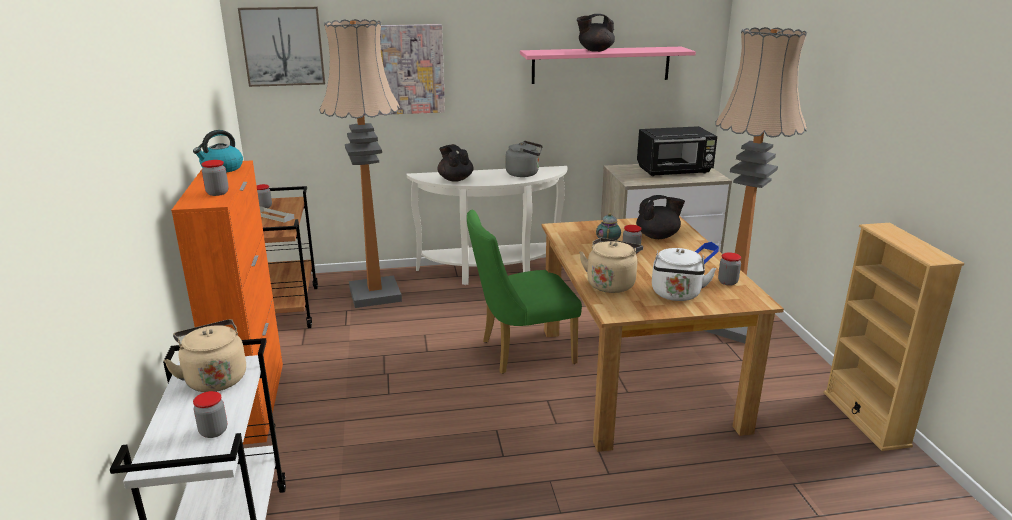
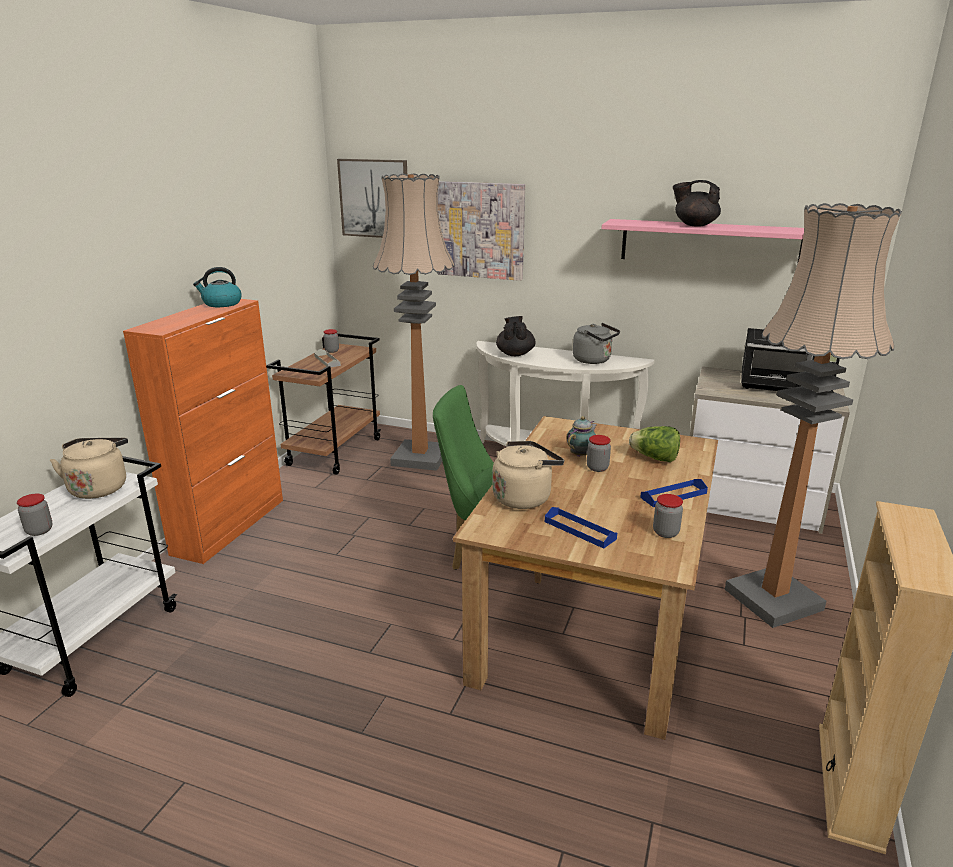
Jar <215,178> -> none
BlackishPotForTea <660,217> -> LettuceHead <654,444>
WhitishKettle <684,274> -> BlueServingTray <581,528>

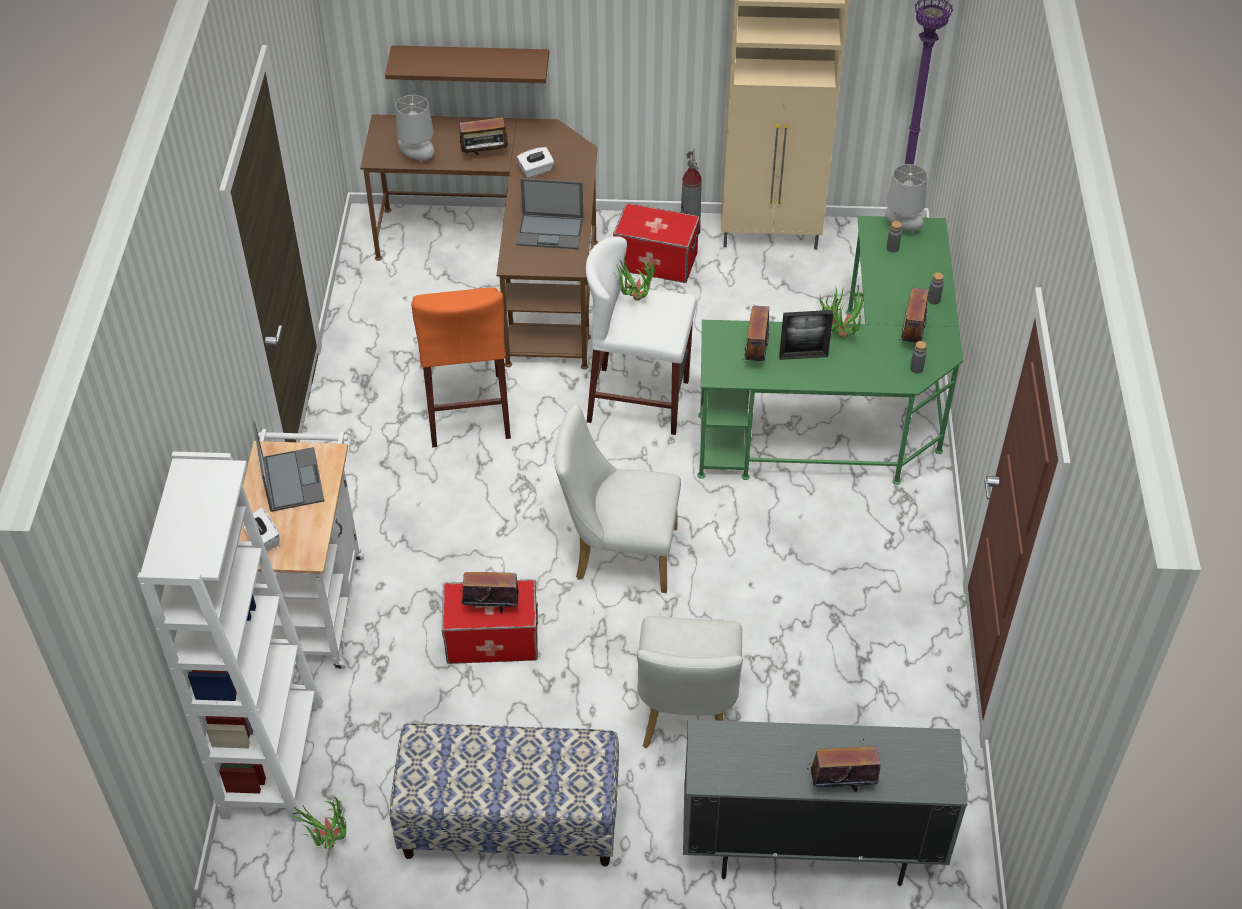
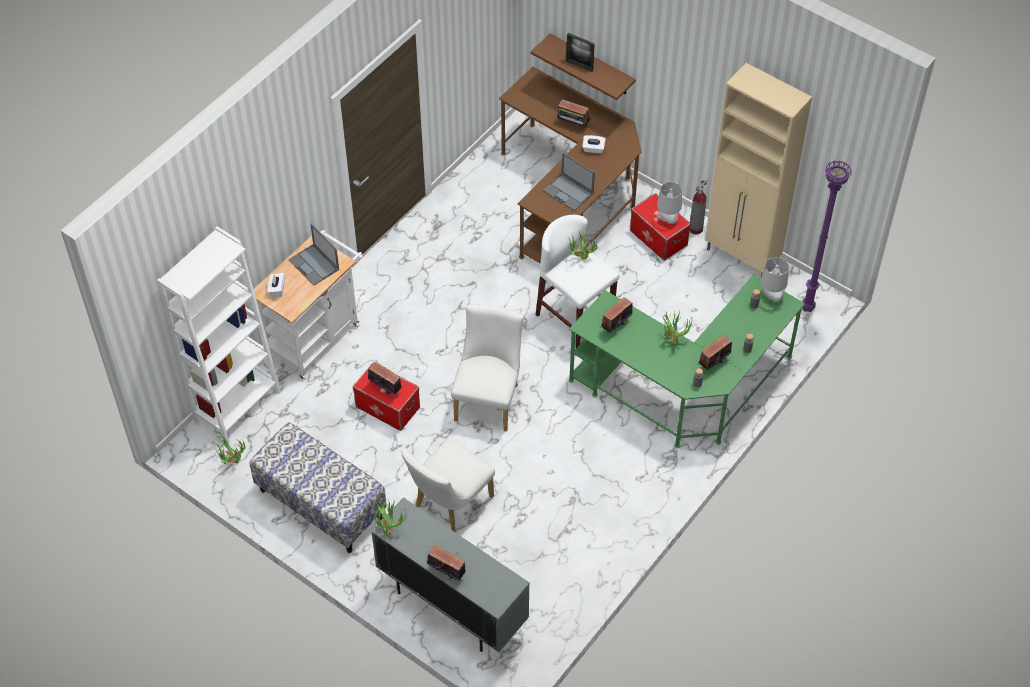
OrangeyStoolSeat <461,367> -> none
none -> Houseplant <391,517>
GrayLampForATable <415,129> -> GrayLampForATable <669,203>, moved
PhotoFrame <806,335> -> PhotoFrame <580,52>, moved
NotebookComputer <288,466> -> NotebookComputer <314,255>, 120 degrees clockwise
WhitishUprightChair <617,498> -> WhitishUprightChair <487,368>, 60 degrees clockwise

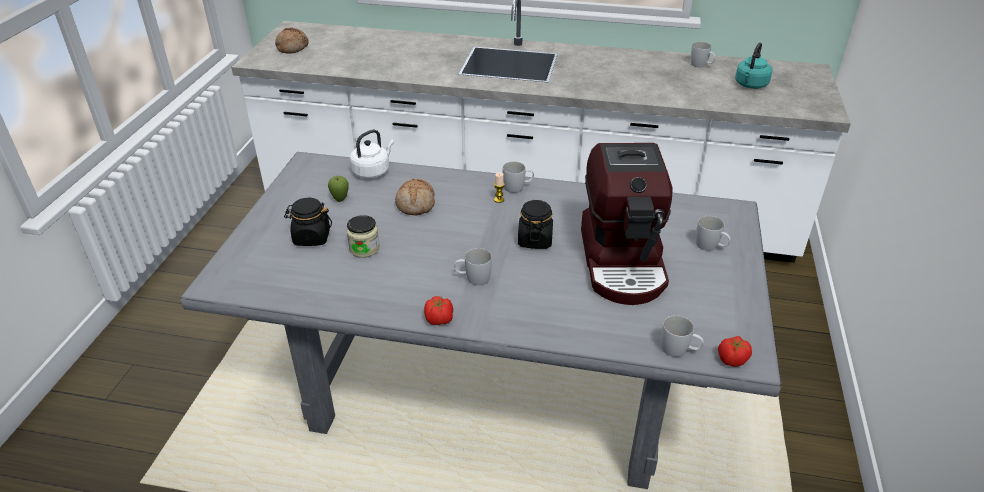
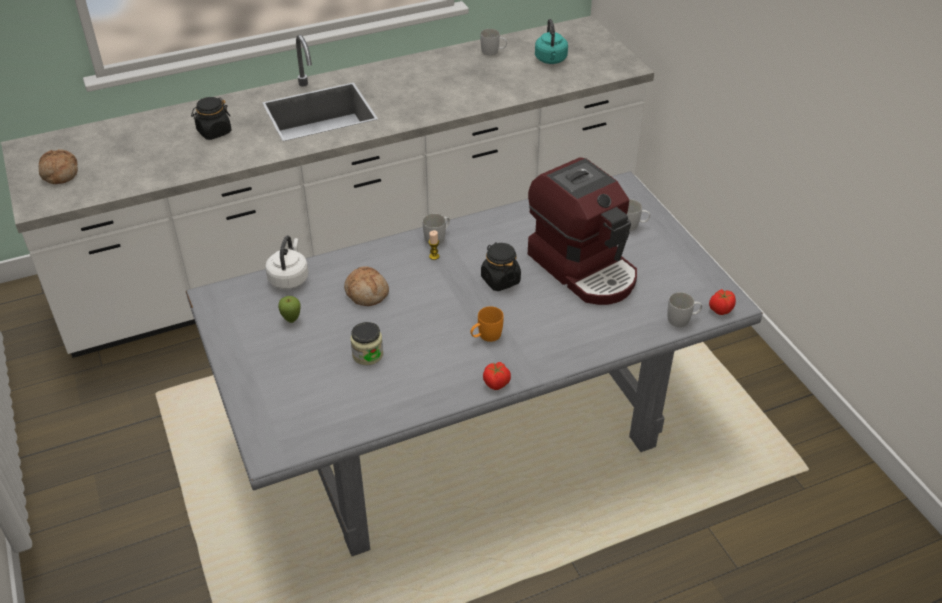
BlackishJar <308,222> -> BlackishJar <211,118>, moved
WhitishCoffeeMug <473,266> -> OrangeyCoffeeMug <487,324>

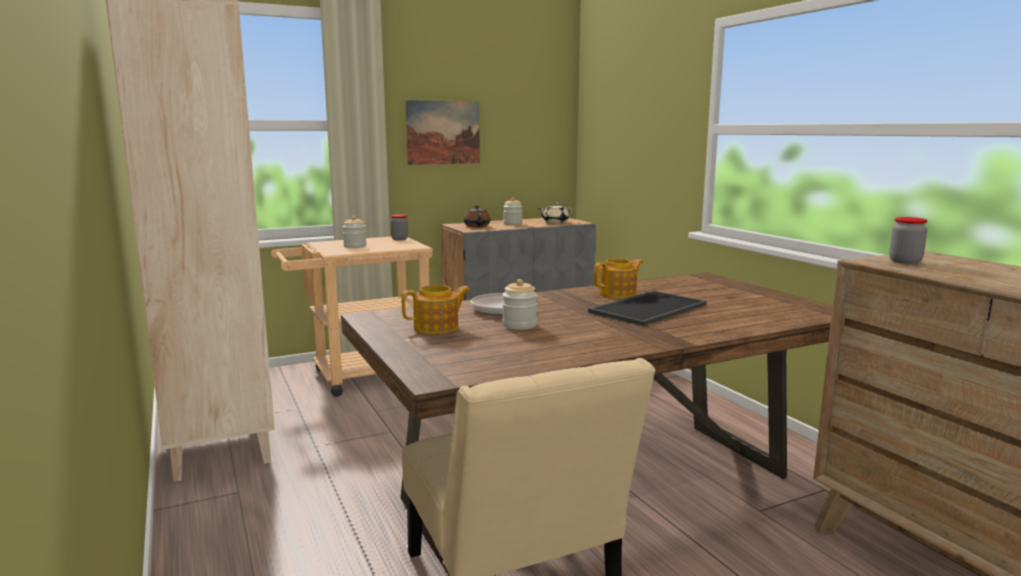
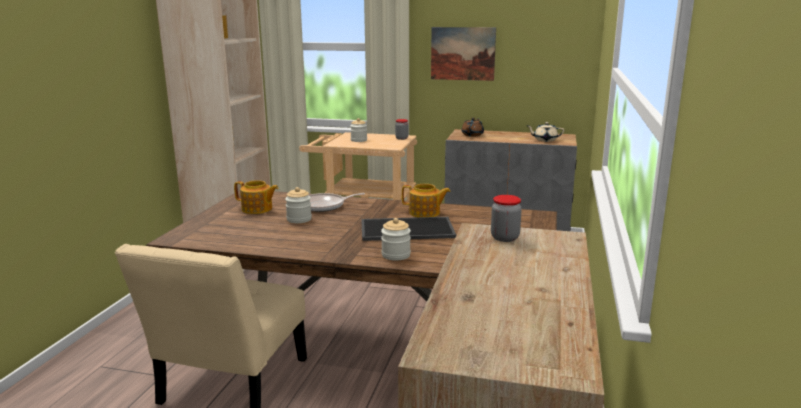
Jar <513,211> -> Jar <396,239>, moved

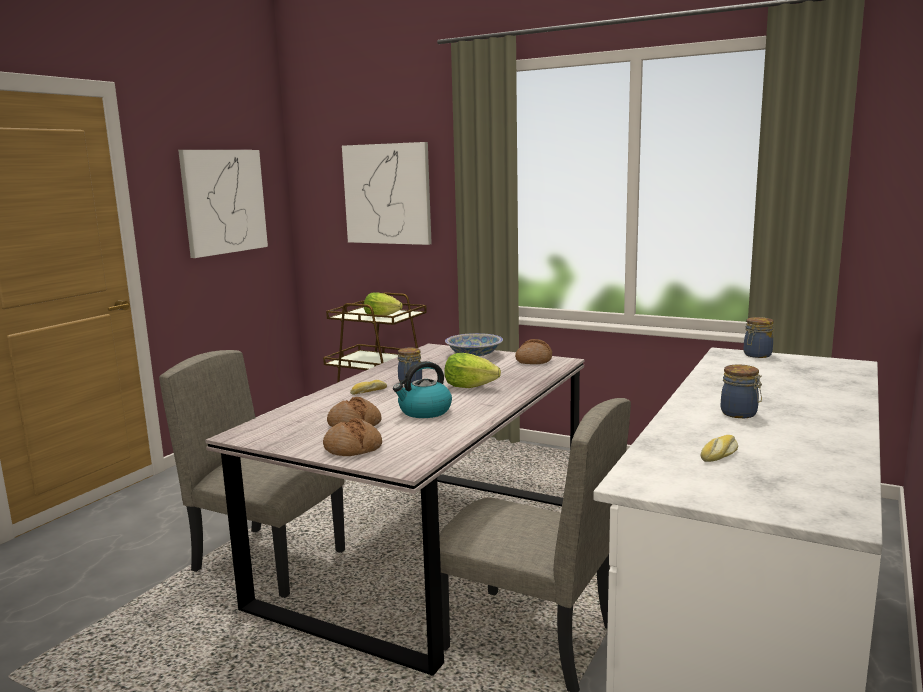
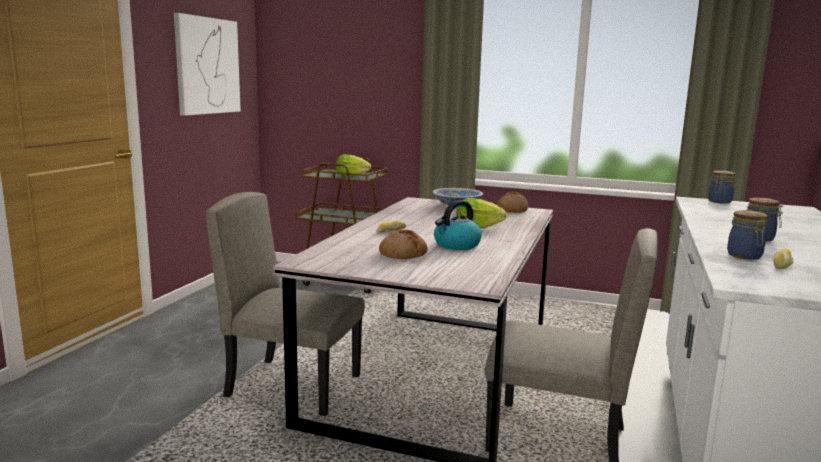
BakedBread <352,437> -> none
WallPicture <387,193> -> none
Jar <410,365> -> Jar <747,235>, moved

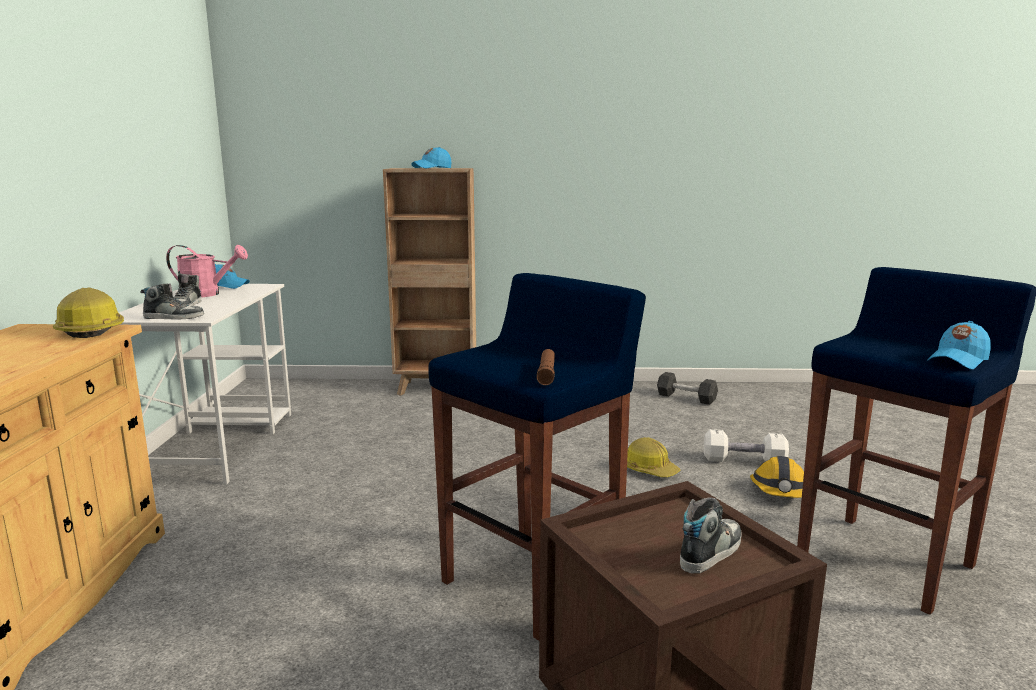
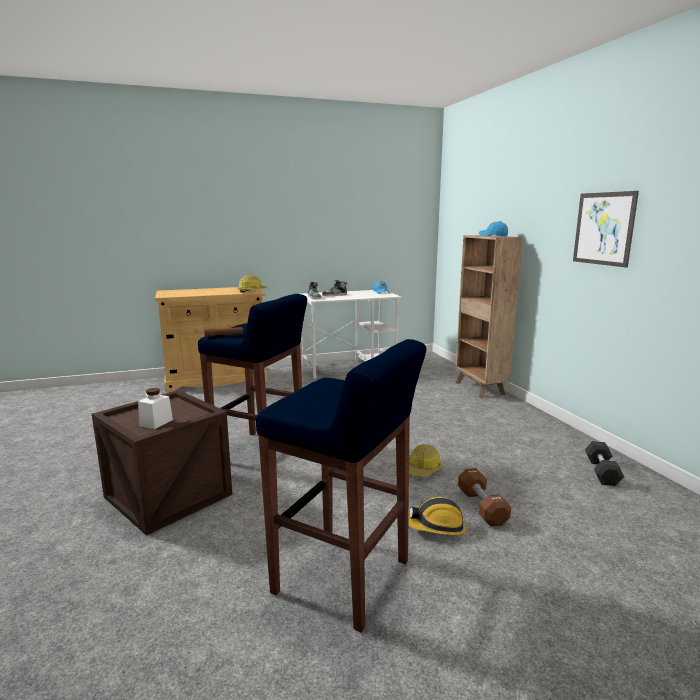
PinkishWateringCan <207,271> -> none
BlueCap <959,345> -> none
none -> WallPicture <606,229>
Shoe <711,535> -> WhitishJar <155,408>
WhitishFreeWeight <746,445> -> BrownishFreeWeight <484,497>

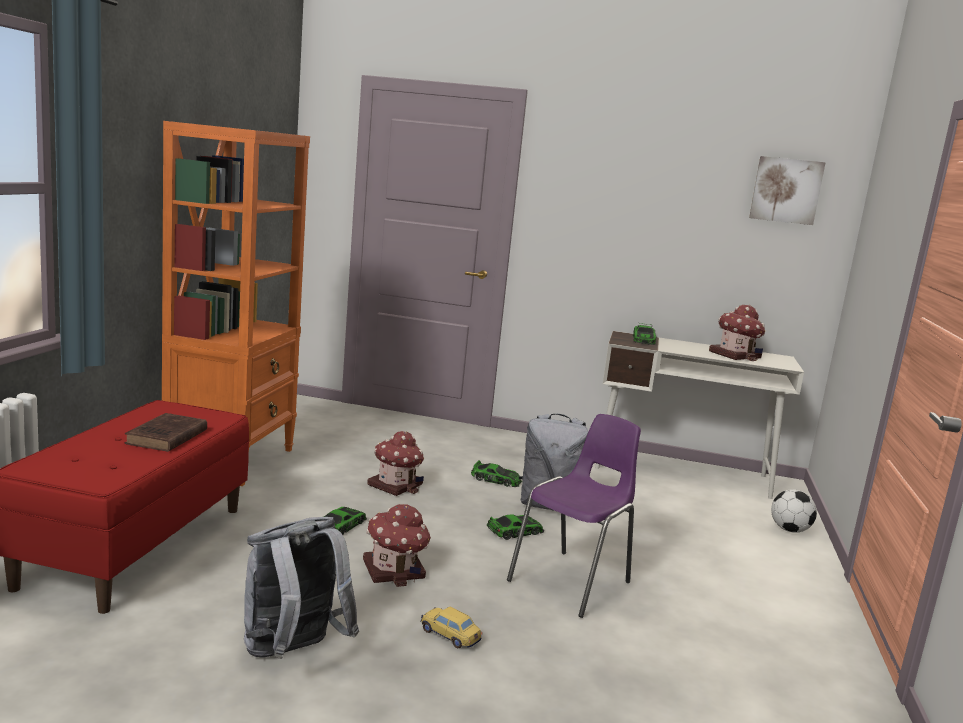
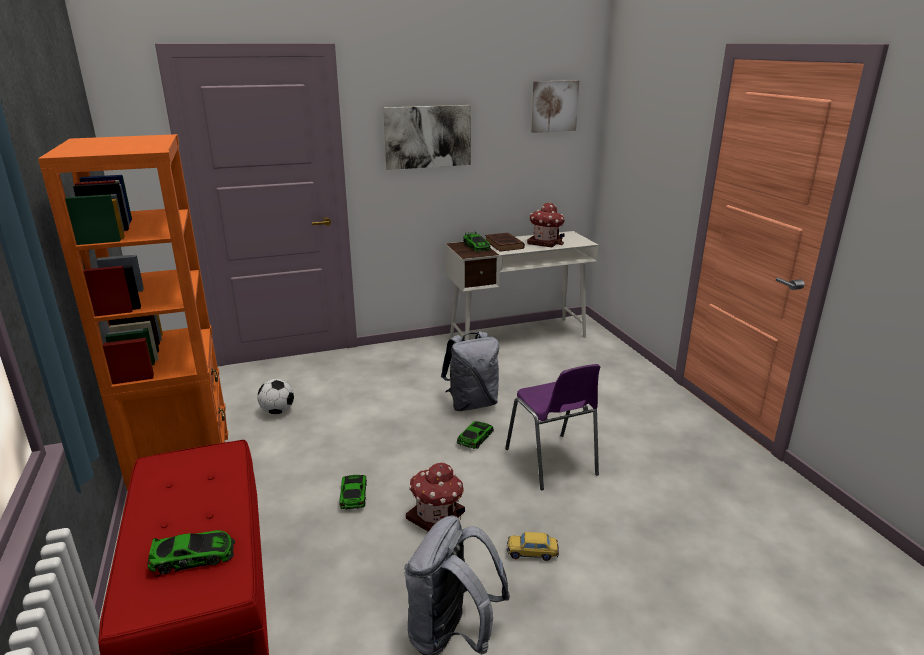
ModelHouse <396,463> -> none
none -> WallPicture <427,137>
BrownishBook <166,432> -> BrownishBook <505,242>, moved
ModelCar <496,473> -> ModelCar <191,552>, moved
BallForFootball <794,511> -> BallForFootball <275,396>, moved
PurpleColouredUprightChair <574,516> -> PurpleColouredUprightChair <552,427>, 150 degrees clockwise

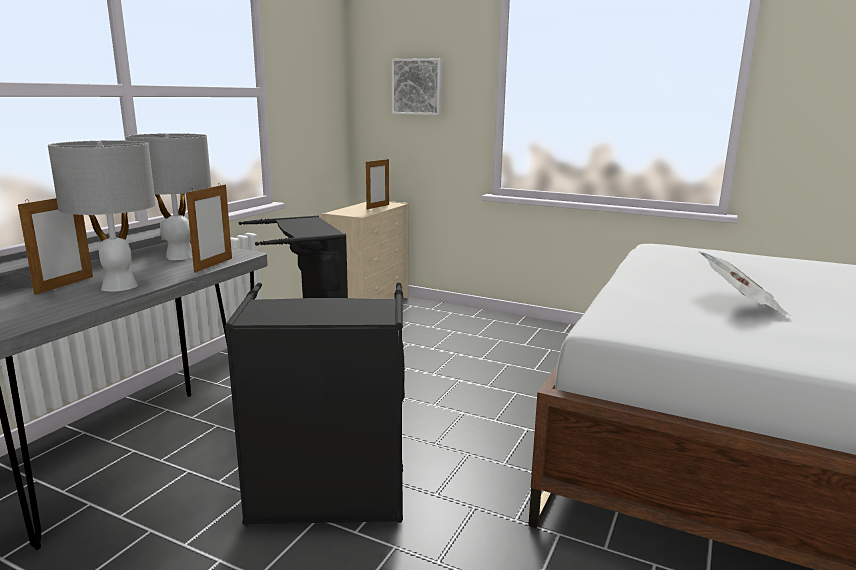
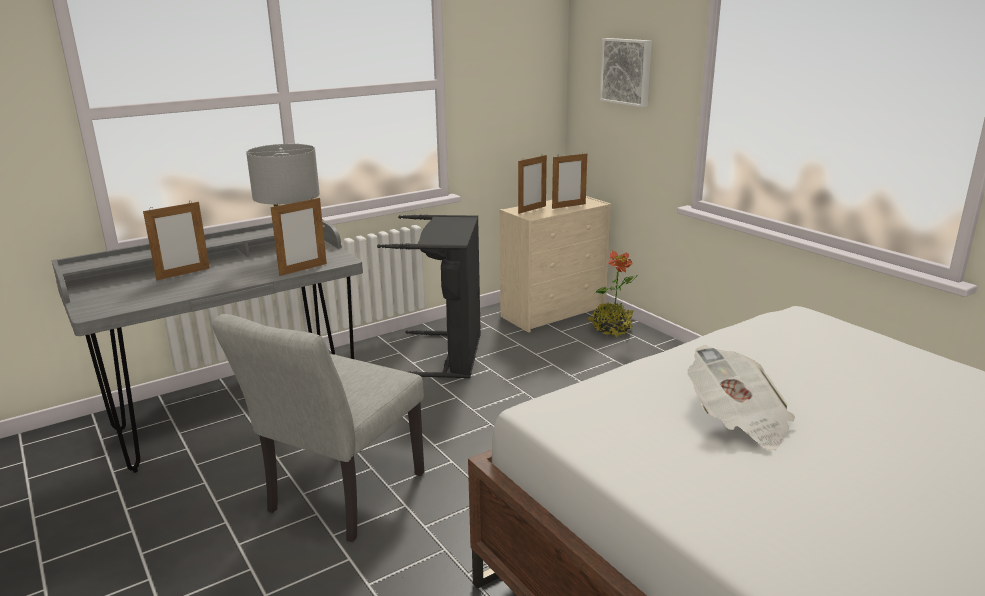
GrayLampForATable <102,216> -> none
none -> PhotoFrame <532,184>
none -> Houseplant <613,294>
BlackishLaundryBasket <315,404> -> GrayUprightChair <318,428>

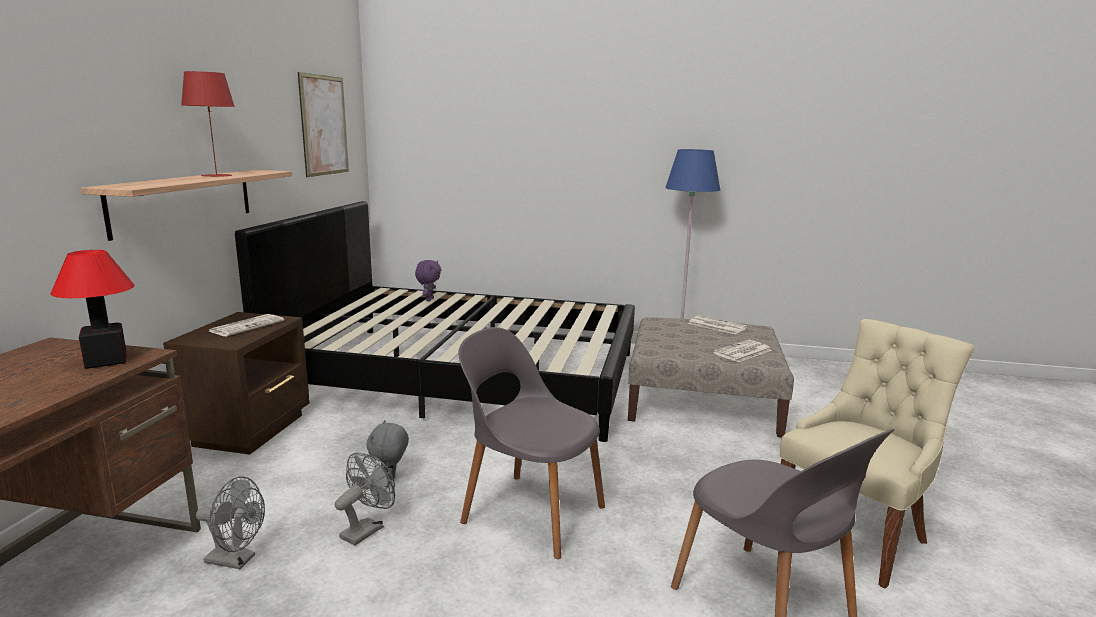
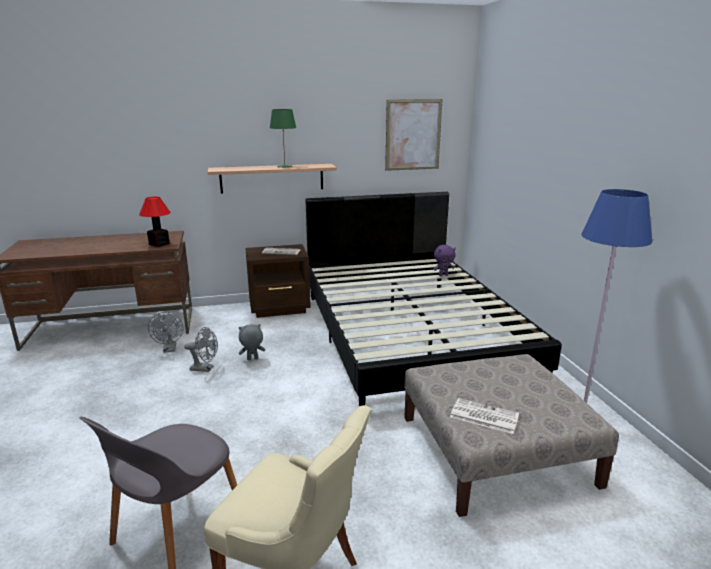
GrayUprightChair <531,443> -> none
DailyPaper <717,325> -> none
RedColouredLampForATable <208,124> -> GreenColouredLampForATable <283,138>

